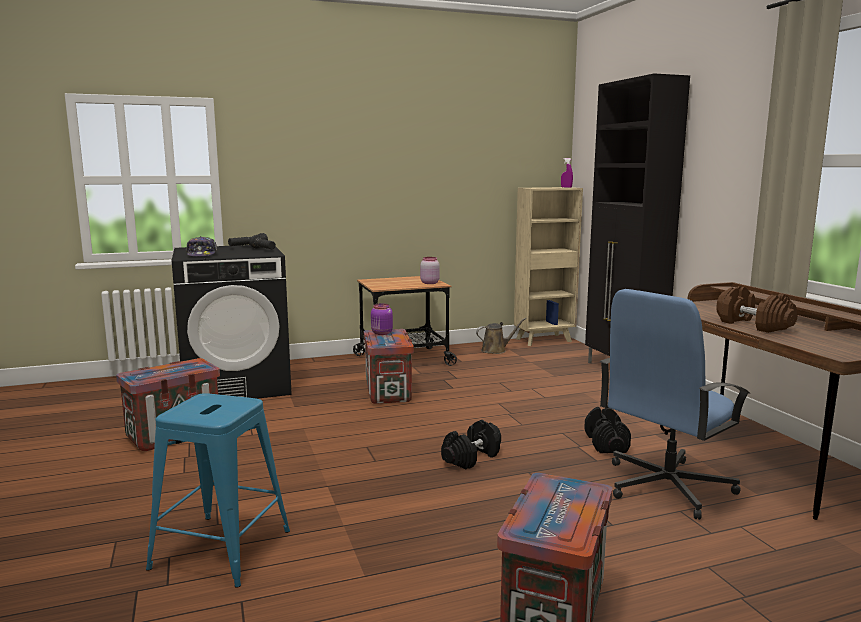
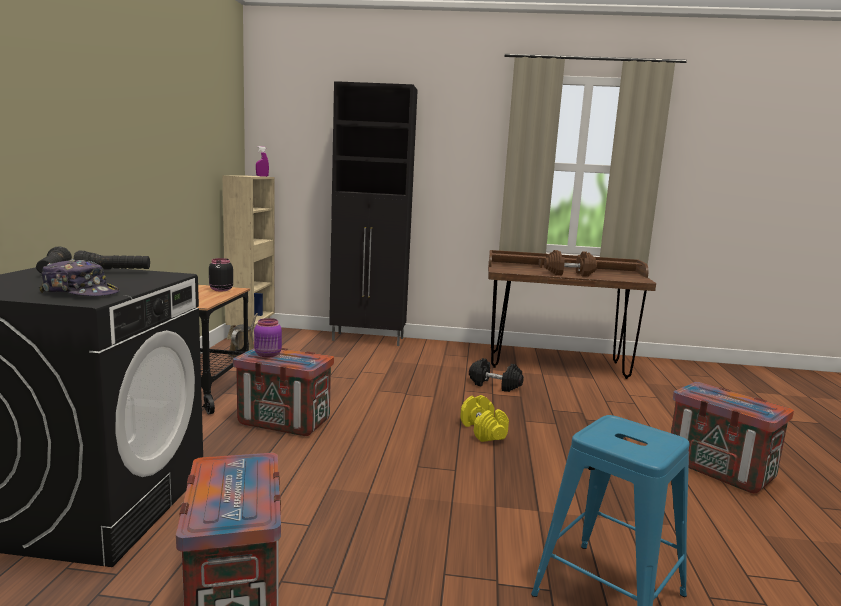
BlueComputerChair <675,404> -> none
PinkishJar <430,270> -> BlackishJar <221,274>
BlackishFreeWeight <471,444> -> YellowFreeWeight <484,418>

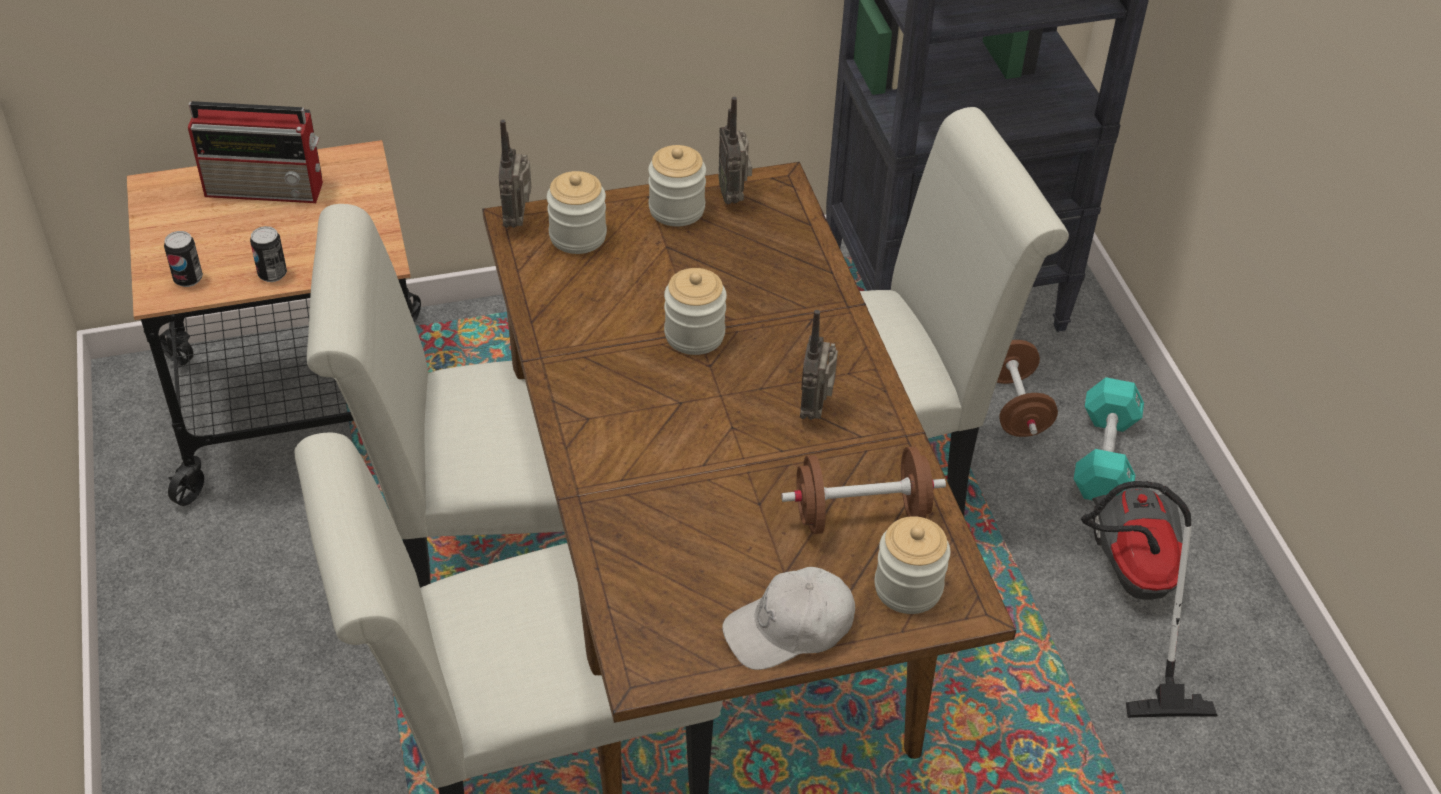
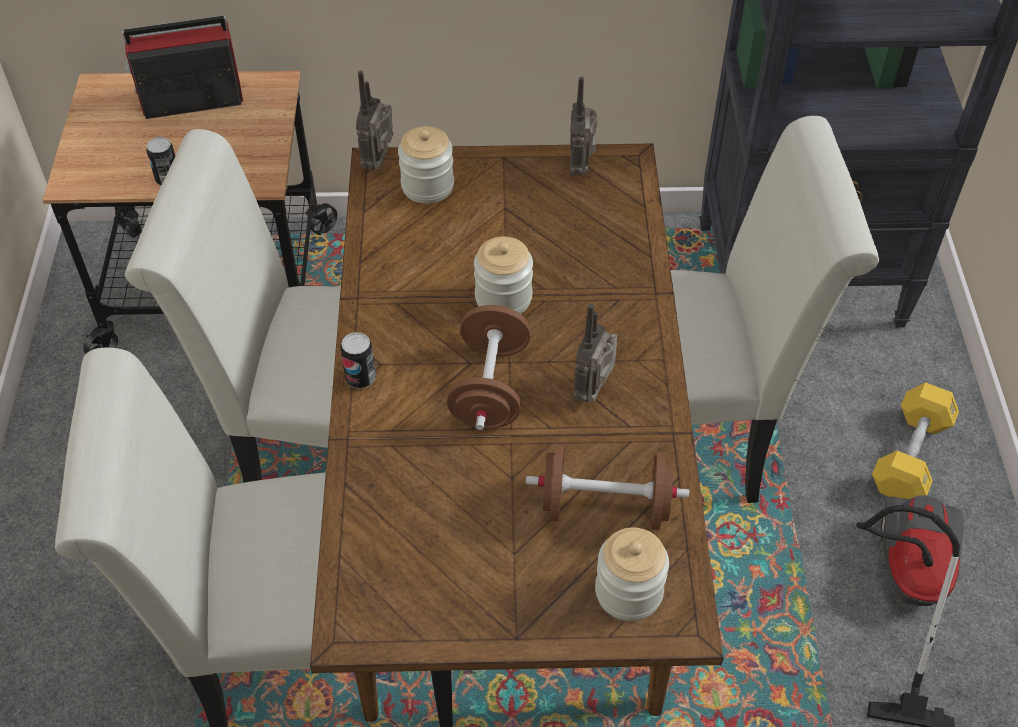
Jar <677,185> -> none
WhitishCap <788,618> -> none
MetalCan <183,259> -> MetalCan <358,360>, moved
BrownishFreeWeight <1027,388> -> BrownishFreeWeight <489,367>, moved
BlueGreenFreeWeight <1109,438> -> YellowFreeWeight <915,440>
RadioReceiver <255,152> -> RadioReceiver <182,67>, 150 degrees clockwise

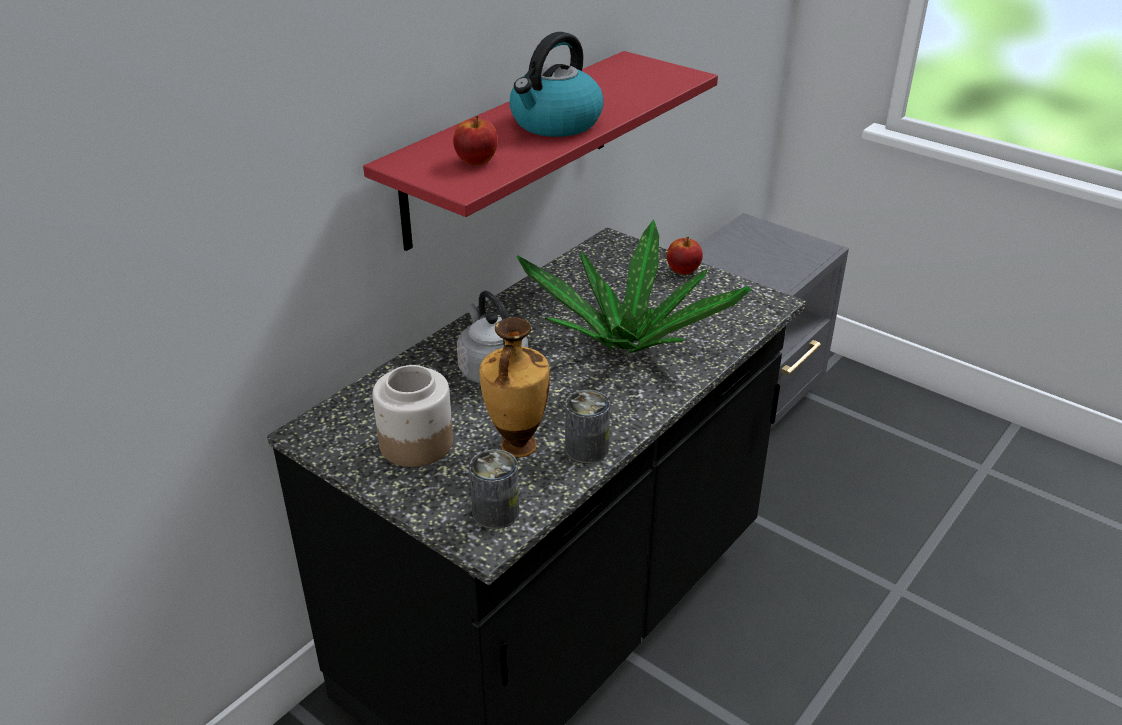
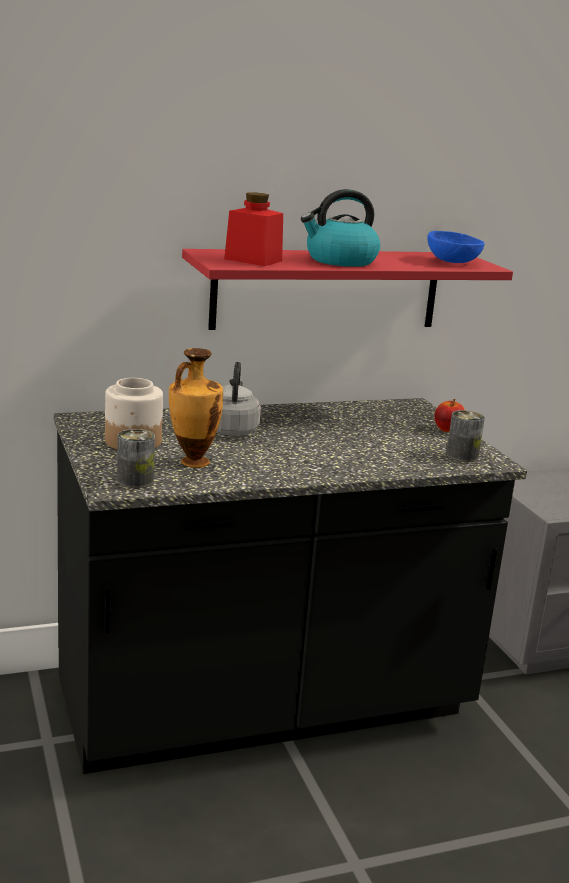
Houseplant <634,286> -> none
none -> BlueServingBowl <456,247>
MetalCan <587,427> -> MetalCan <465,436>, moved
Apple <475,140> -> RedColouredJar <253,229>

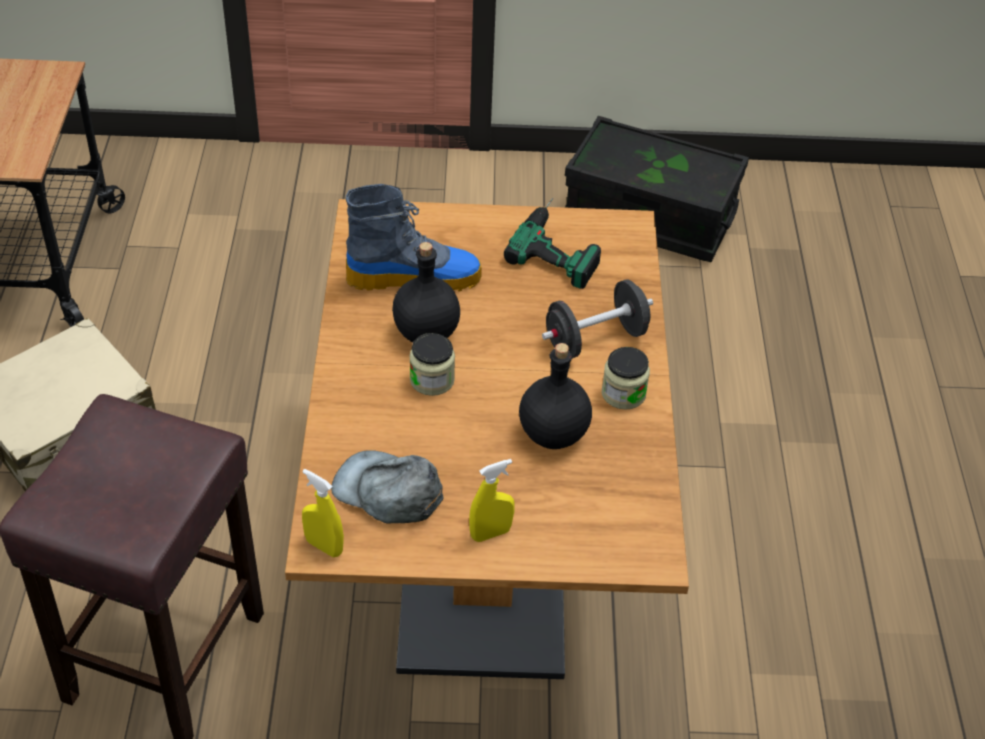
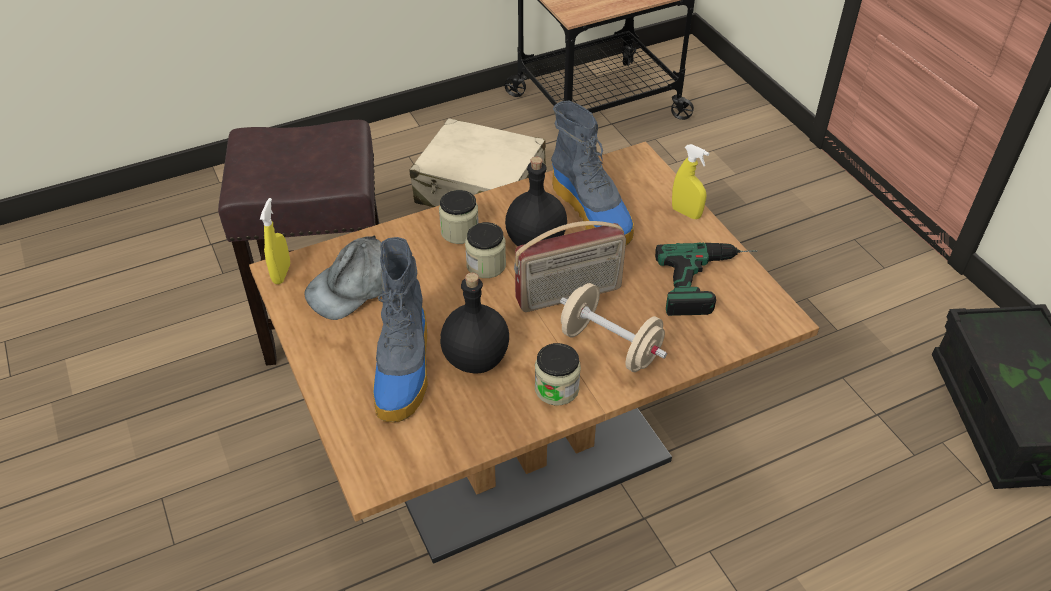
none -> TallBoot <400,330>
none -> Jar <459,217>
none -> RadioReceiver <570,266>
YellowSprayer <492,500> -> YellowSprayer <690,181>, moved
BlackishFreeWeight <597,319> -> SandColouredFreeWeight <613,327>
GrayCap <387,487> -> GrayCap <343,277>, 135 degrees counterclockwise

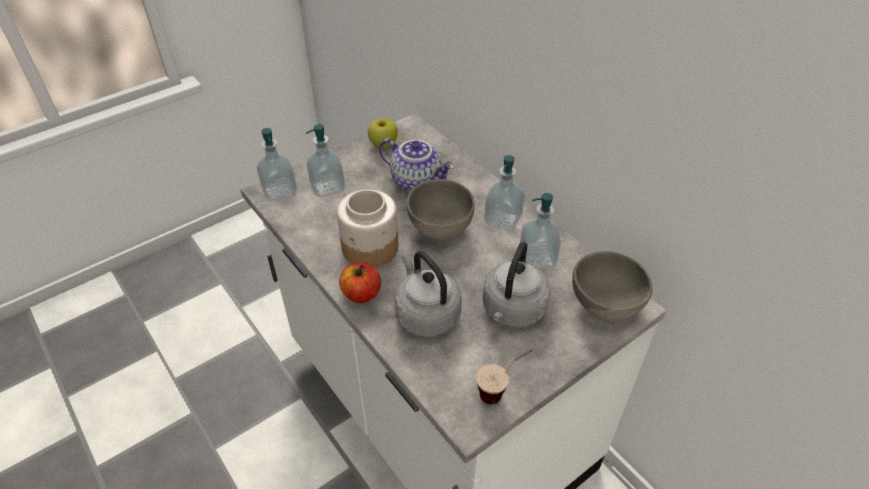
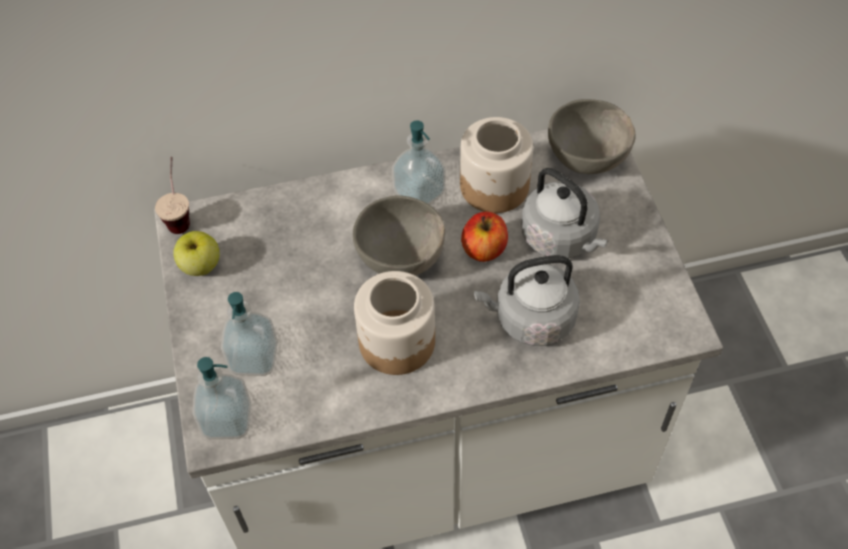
PotForTea <416,165> -> none
Apple <360,283> -> Apple <484,237>, moved
DrinkingCup <504,376> -> DrinkingCup <172,195>, moved
SoapDispenser <540,230> -> Jar <496,165>

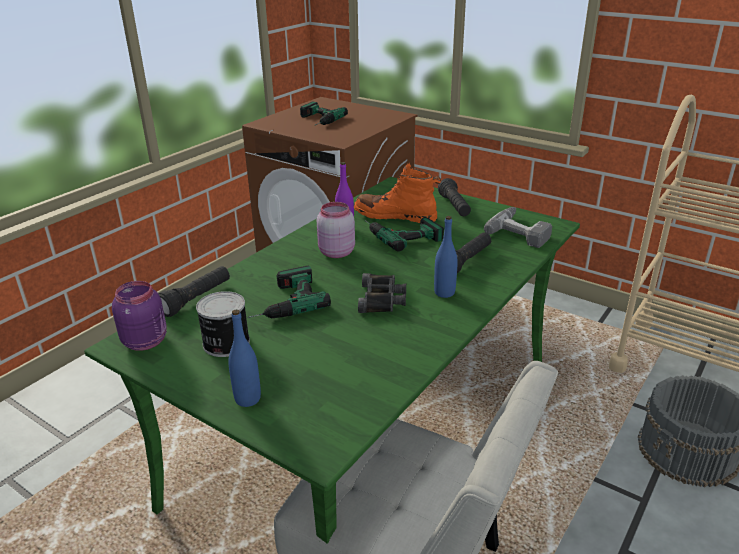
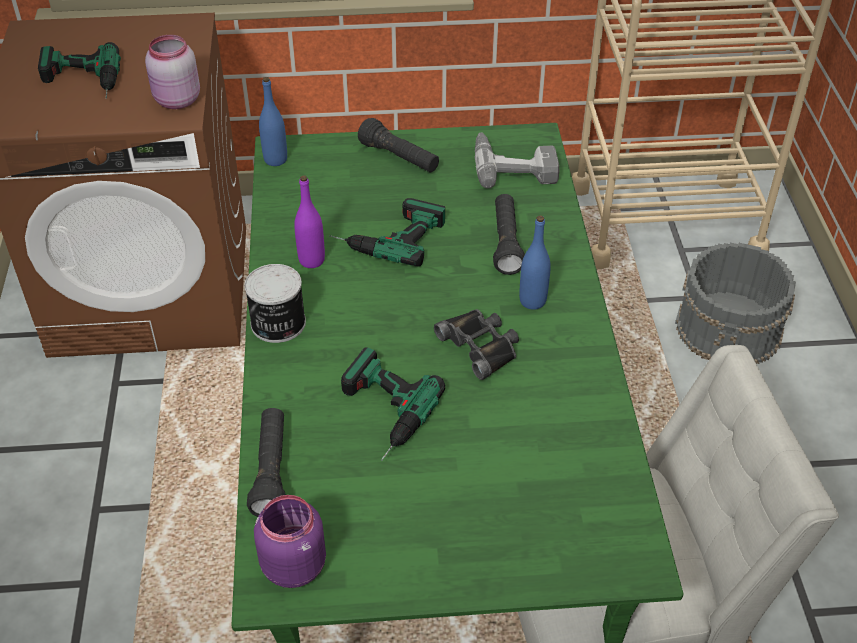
OrangeyTallBoot <398,192> -> none
MetalCan <223,324> -> MetalCan <275,303>, moved
BlueDrinkBottle <244,358> -> BlueDrinkBottle <273,121>, moved
PinkishJar <336,230> -> PinkishJar <172,72>, moved

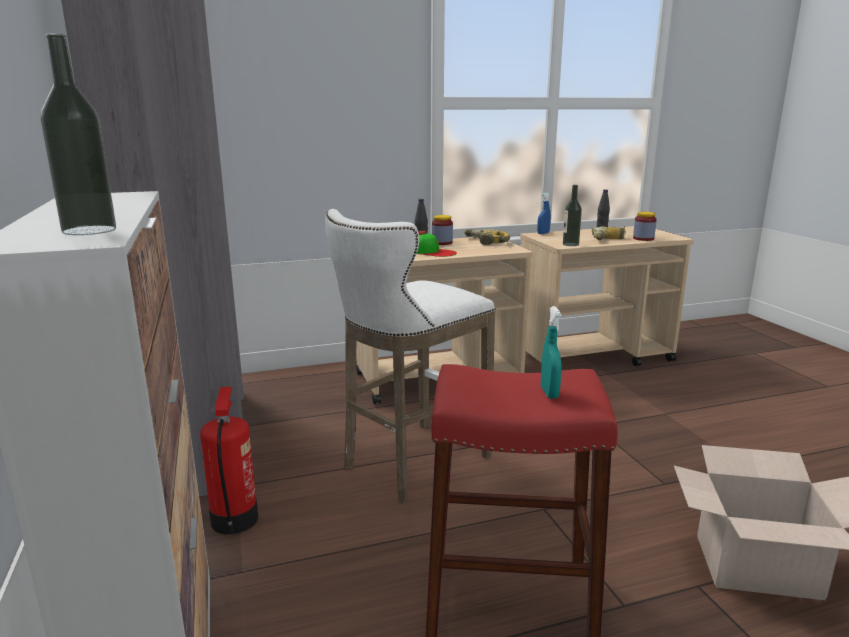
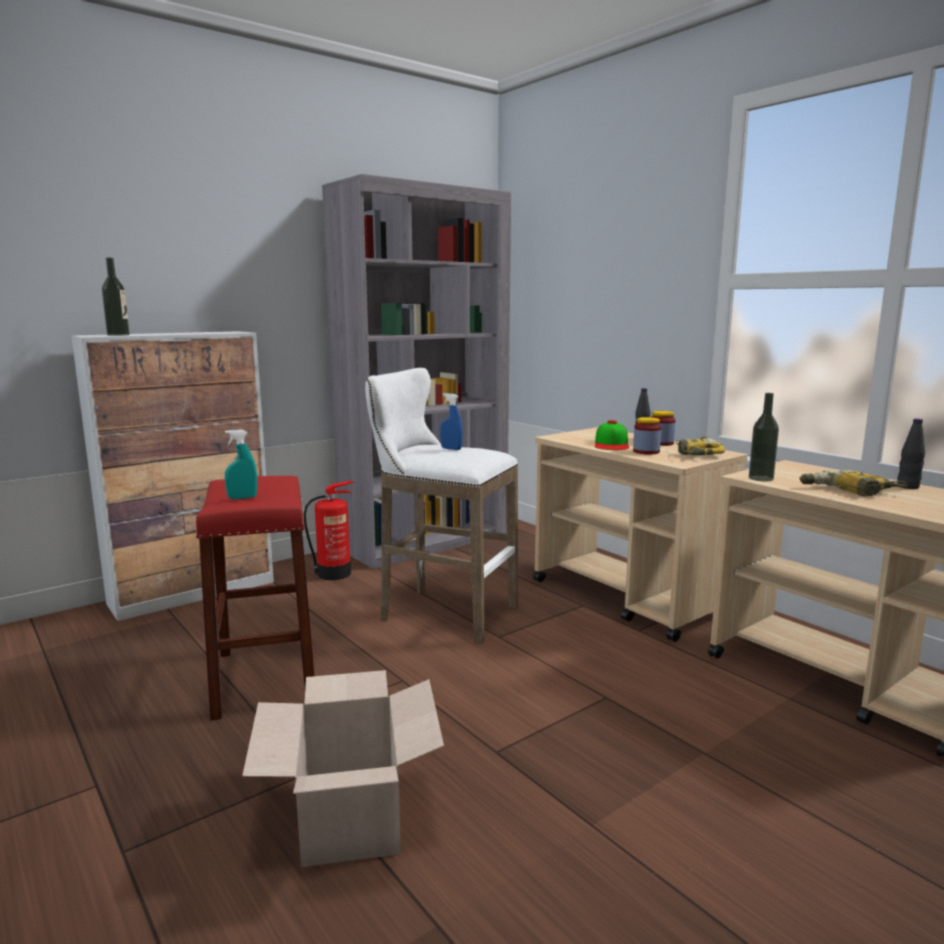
BlueSprayer <544,213> -> BlueSprayer <451,421>, moved
Jar <645,226> -> Jar <647,436>, moved

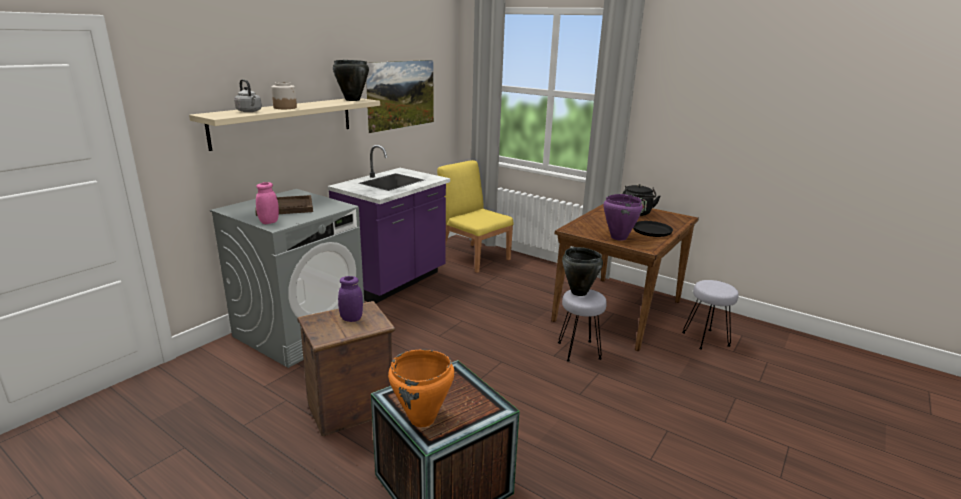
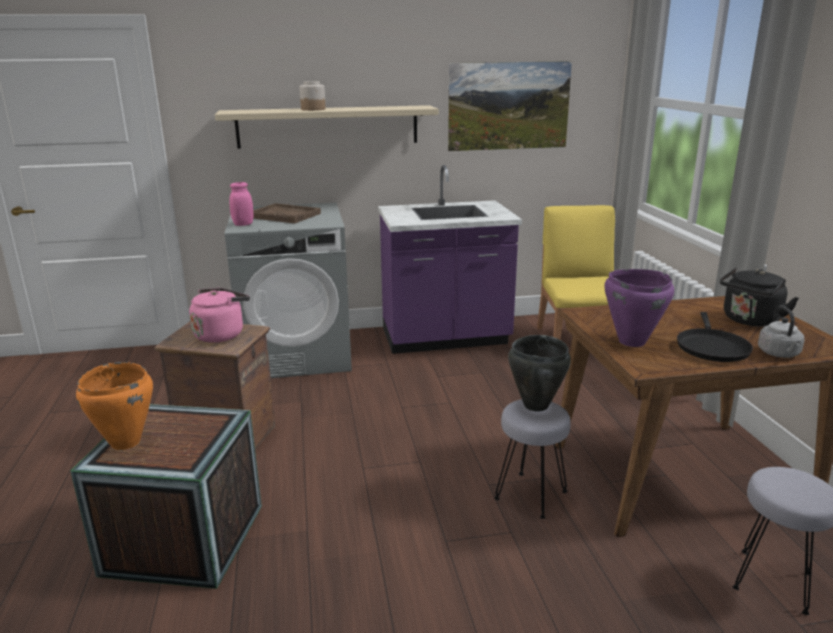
BlackishSaucepot <351,80> -> none
GrayKettle <248,95> -> GrayKettle <781,331>, moved
PurpleColouredJar <350,299> -> PinkishKettle <219,315>

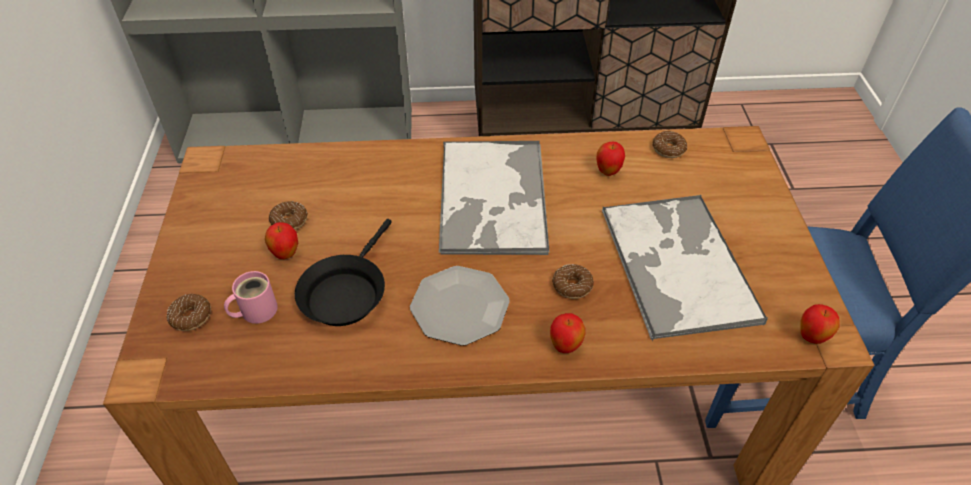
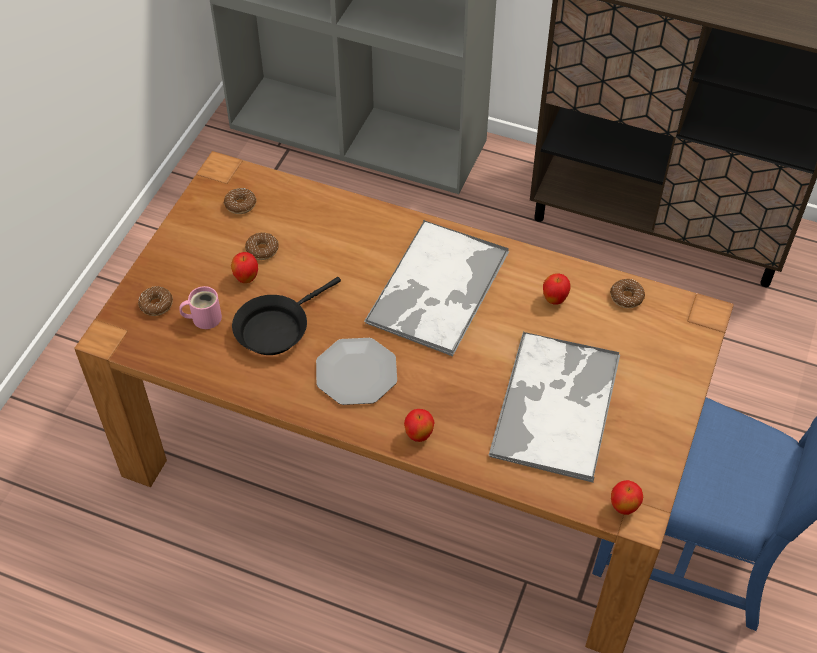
RingDoughnut <573,281> -> RingDoughnut <240,201>, moved

